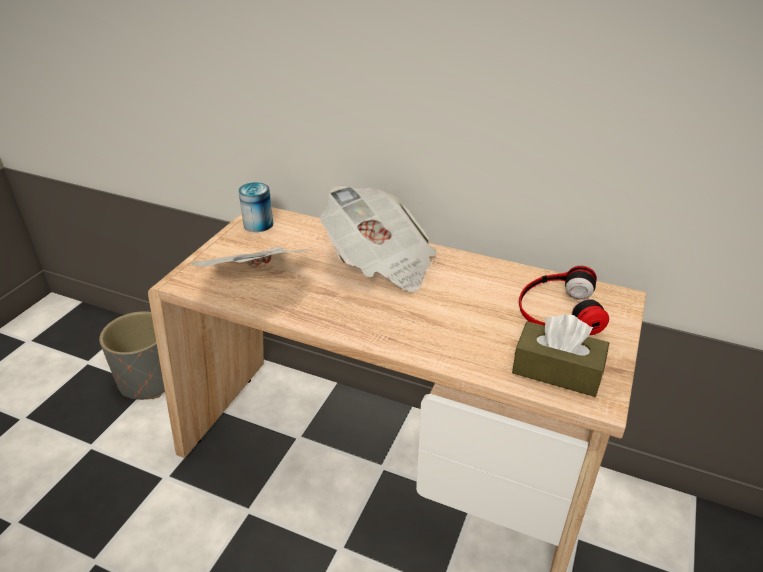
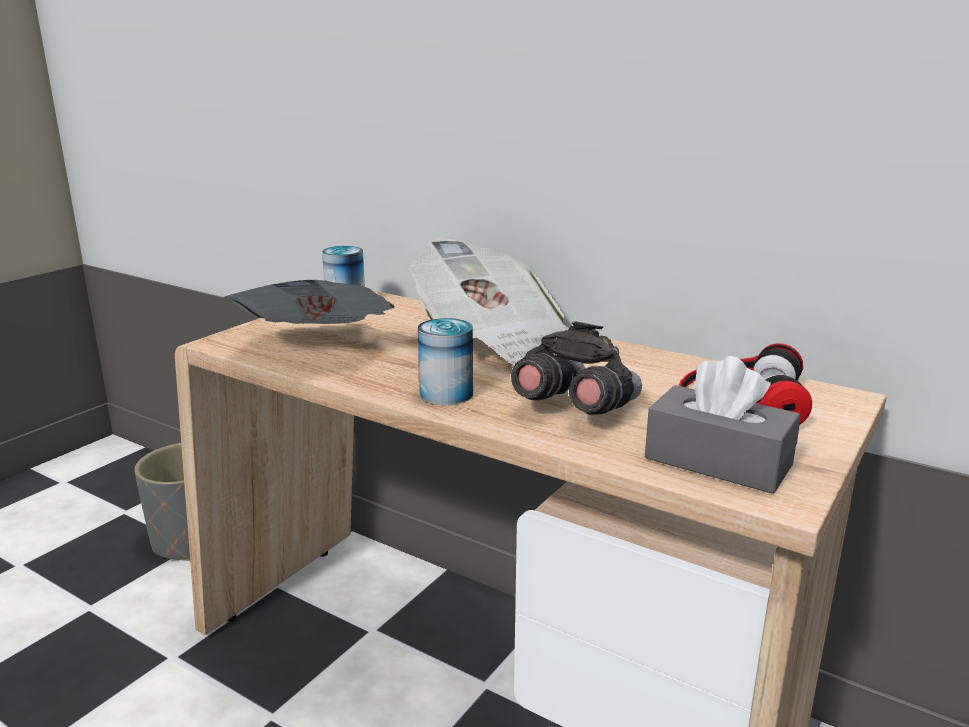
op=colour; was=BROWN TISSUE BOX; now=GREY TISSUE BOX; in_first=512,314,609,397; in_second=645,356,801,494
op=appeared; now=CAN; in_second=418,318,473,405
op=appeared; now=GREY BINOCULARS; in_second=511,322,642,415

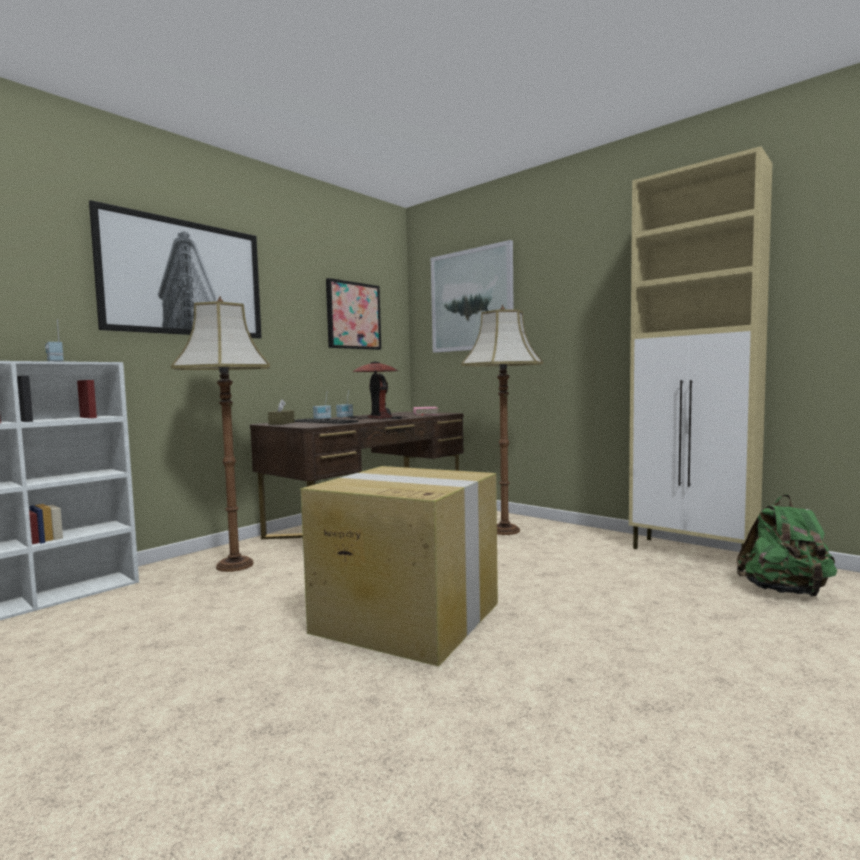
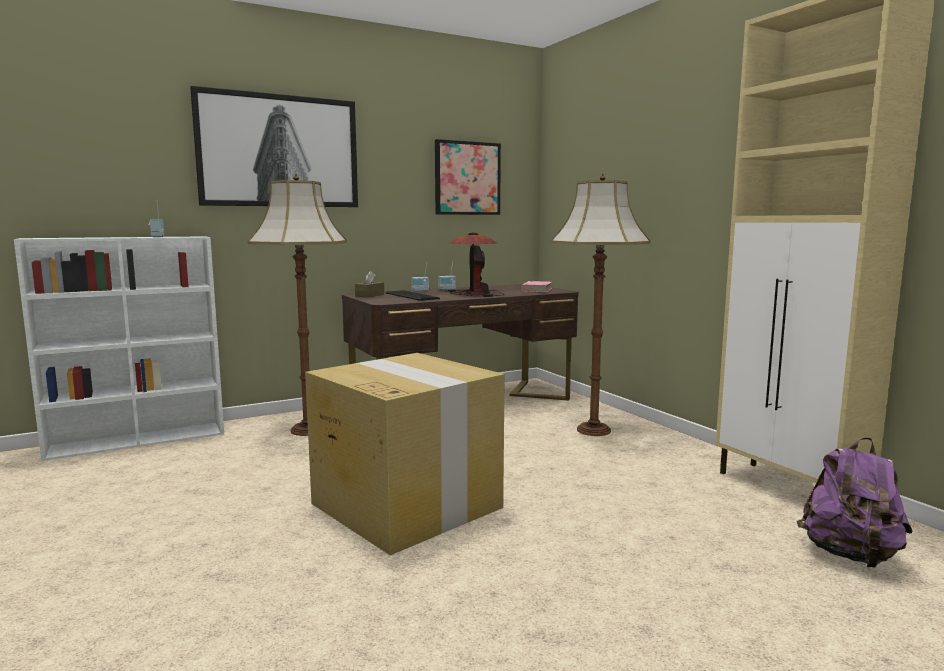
op=missing; was=PICTURE; in_first=431,240,514,353
op=colour; was=GREEN BACKPACK; now=PURPLE BACKPACK; in_first=737,494,837,597; in_second=797,437,913,568

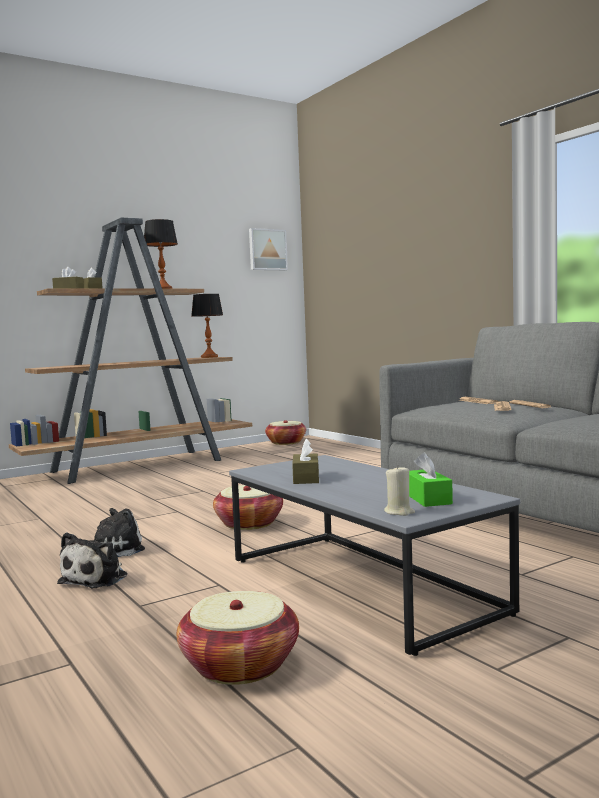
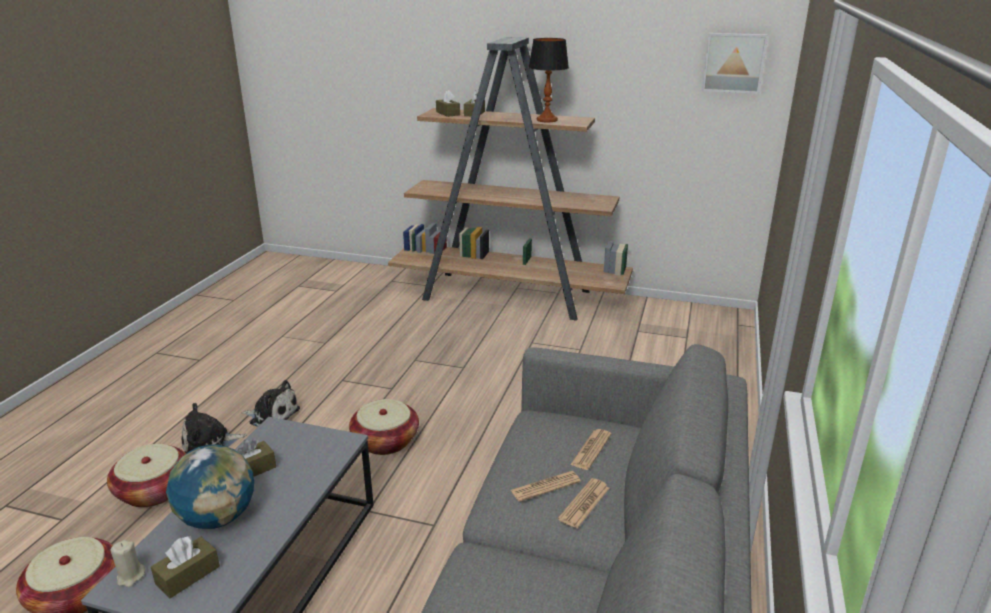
op=missing; was=TABLE LAMP; in_first=191,294,223,358
op=relocated; was=BASKET; in_first=265,420,306,445; in_second=107,444,186,507
op=colour; was=GREEN TISSUE BOX; now=BROWN TISSUE BOX; in_first=409,452,453,507; in_second=151,536,220,599
op=appeared; now=GLOBE; in_second=166,445,254,529

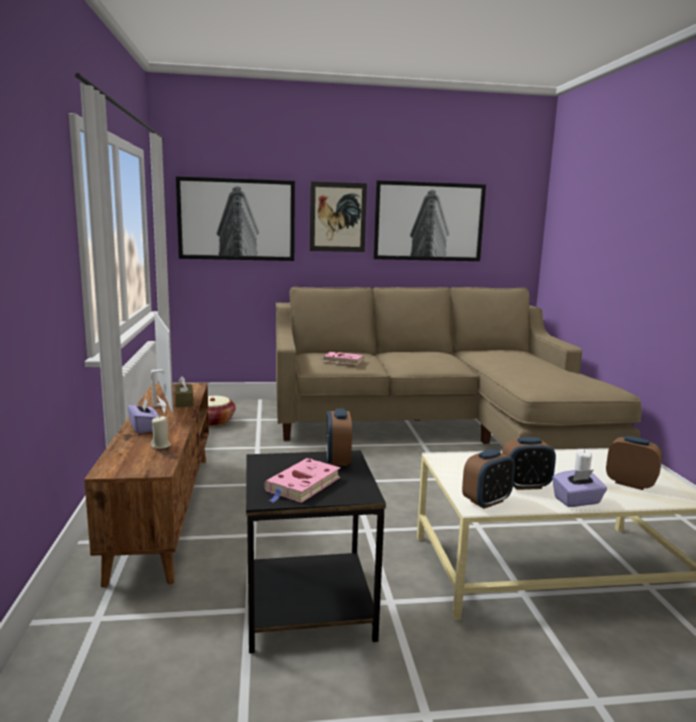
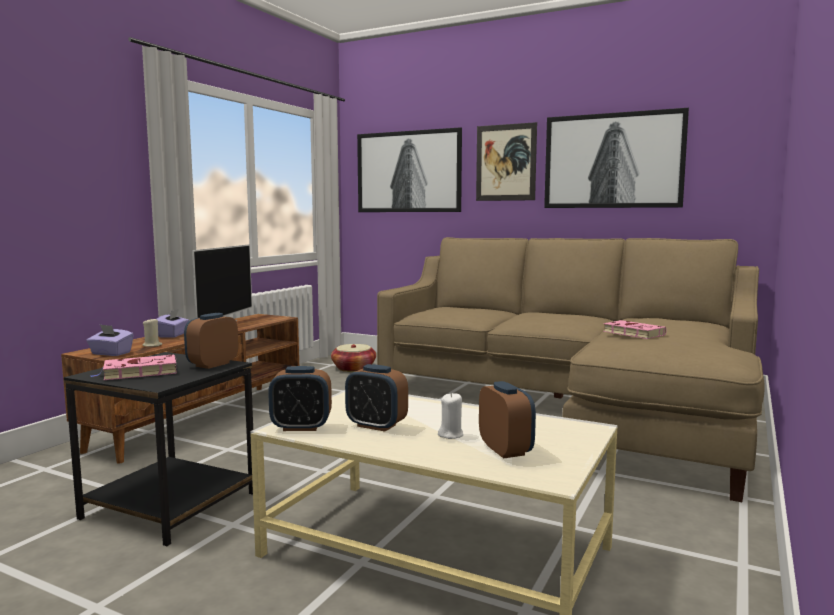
op=missing; was=BROWN TISSUE BOX; in_first=175,376,194,407
op=relocated; was=PINK BOOK; in_first=321,352,364,365; in_second=603,320,666,339
op=relocated; was=PURPLE TISSUE BOX; in_first=552,470,607,507; in_second=86,325,134,356

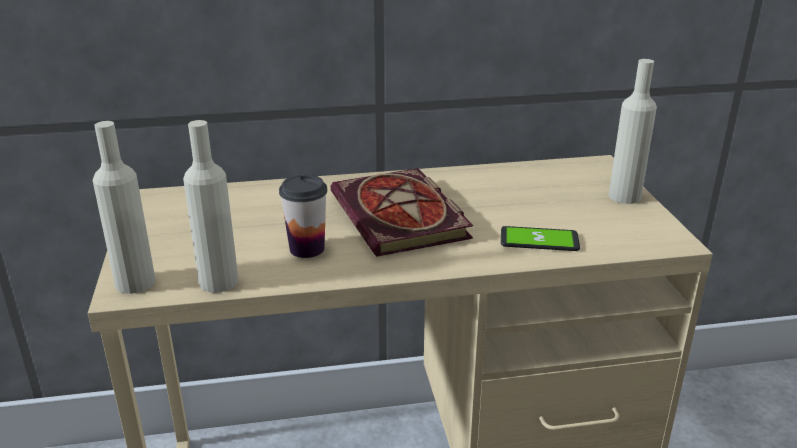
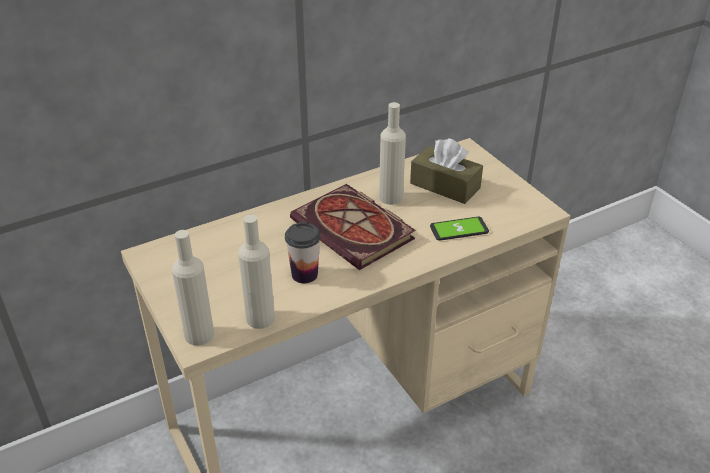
op=relocated; was=BEIGE BOTTLE; in_first=609,59,657,204; in_second=379,102,406,205
op=appeared; now=BROWN TISSUE BOX; in_second=410,138,483,204

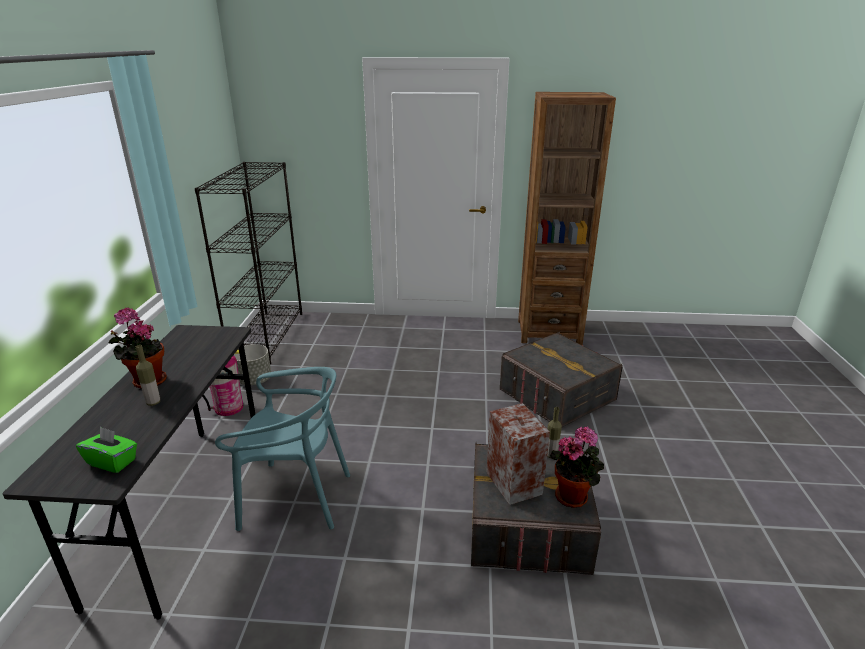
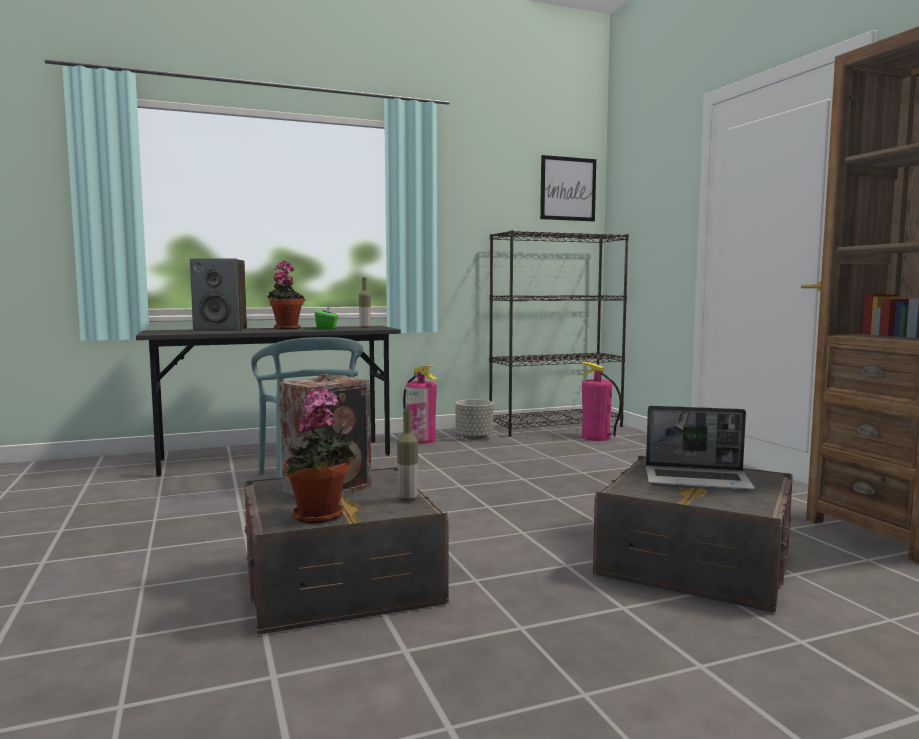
op=relocated; was=GREEN TISSUE BOX; in_first=76,427,137,473; in_second=315,304,338,329
op=relocated; was=BOTTLE; in_first=136,345,160,406; in_second=359,278,370,328
op=appeared; now=SPEAKER; in_second=190,258,247,331
op=appeared; now=PICTURE; in_second=540,155,596,221
op=appeared; now=FIRE EXTINGUISHER; in_second=579,362,622,441
op=appeared; now=LAPTOP; in_second=646,406,755,491

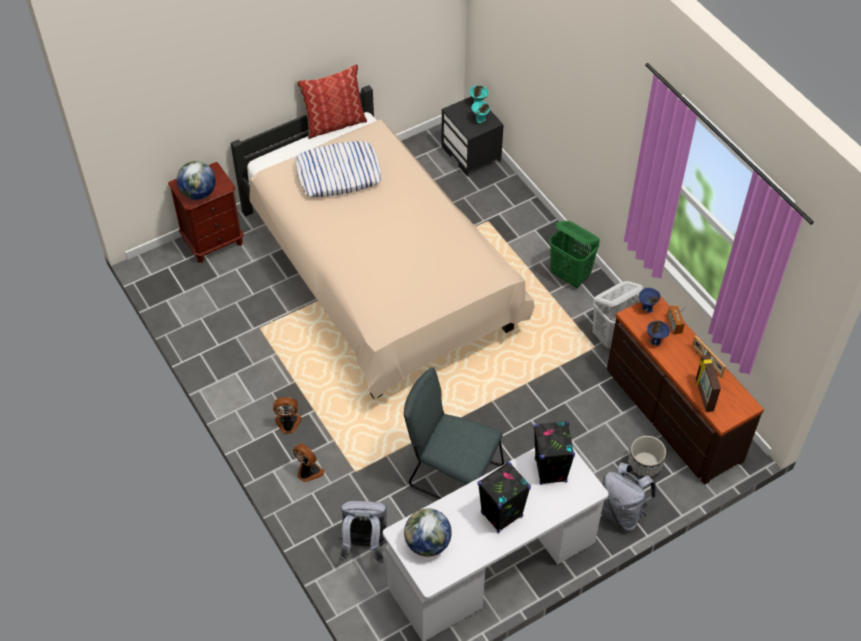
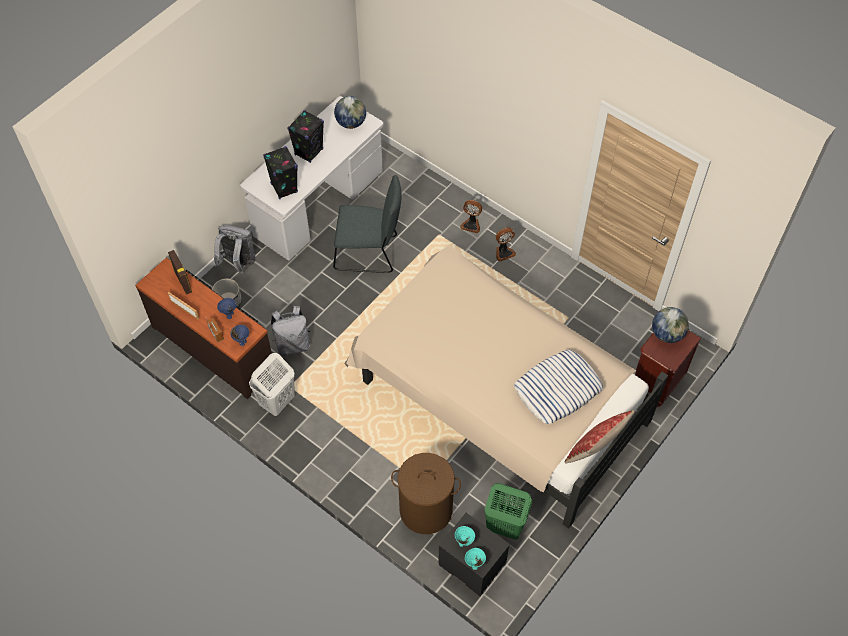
op=relocated; was=GREY BACKPACK; in_first=338,500,387,564; in_second=271,306,310,356
op=relocated; was=GREEN LAUNDRY BASKET; in_first=549,221,600,289; in_second=484,483,532,540
op=appeared; now=BROWN LAUNDRY BASKET; in_second=391,453,461,534

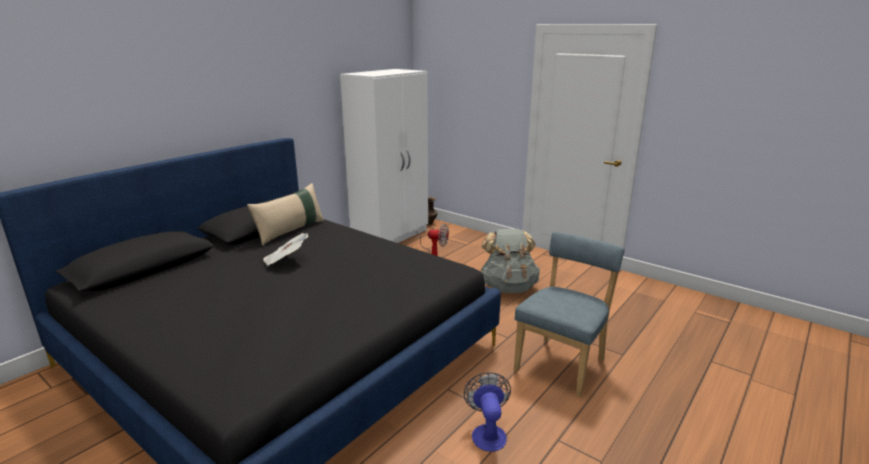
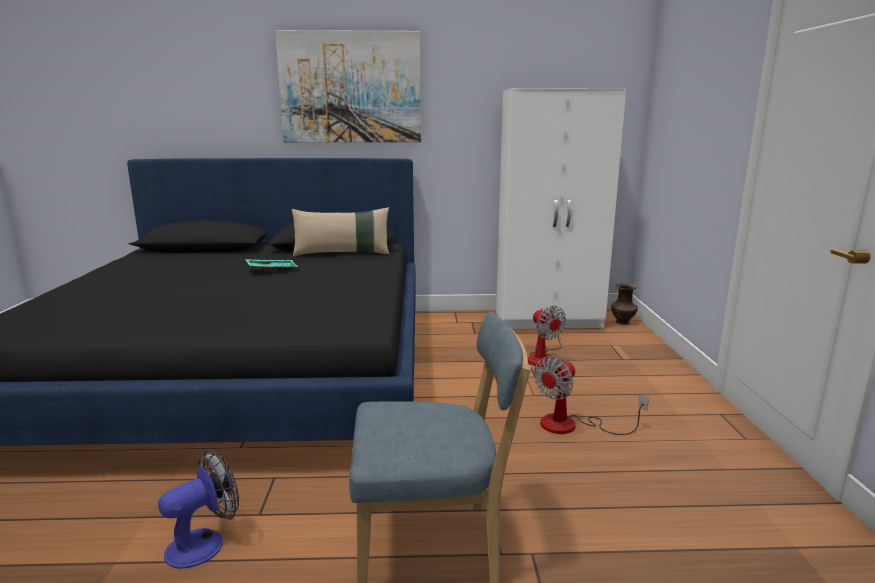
op=exchanged; was=NEWSPAPER; now=TURQUOISE TRAY; in_first=263,233,308,266; in_second=245,259,298,272
op=exchanged; was=GREY BACKPACK; now=FAN; in_first=480,229,540,293; in_second=534,356,649,435
op=appeared; now=PICTURE; in_second=275,30,421,142

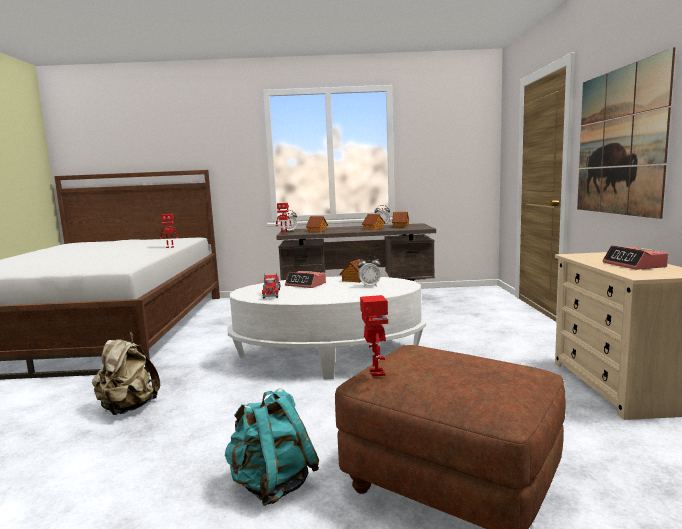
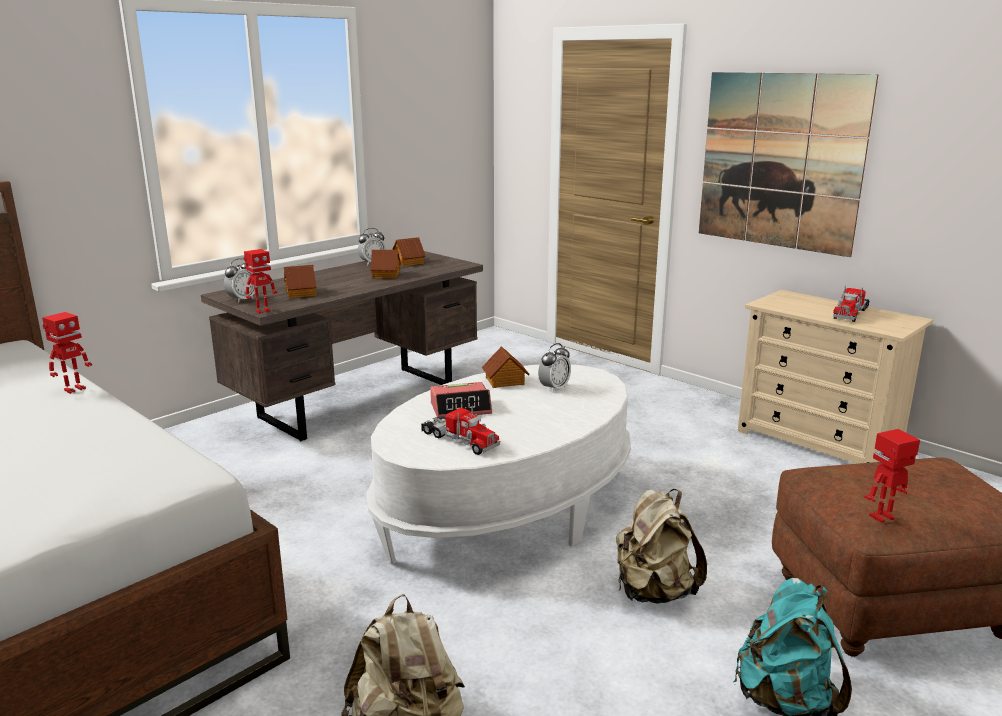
op=spun; was=TOY ROBOT; in_first=360,295,388,376; in_second=864,429,920,523; clockwise=-60
op=exchanged; was=ALARM CLOCK; now=TOY TRUCK; in_first=603,245,668,270; in_second=833,285,869,322
op=appeared; now=BEIGE BACKPACK; in_second=616,489,707,603

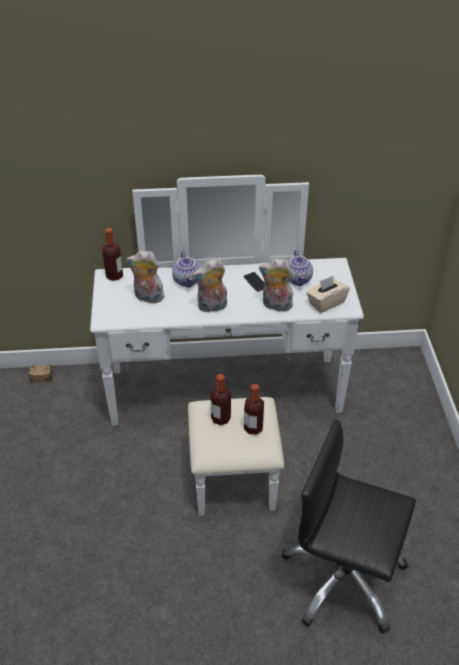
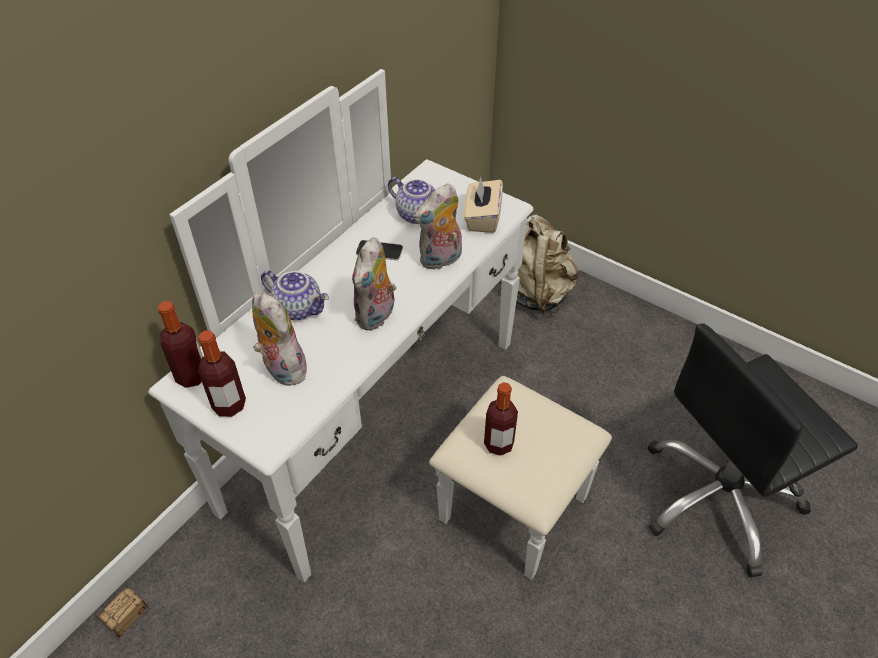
op=spun; was=PLUSH TOY; in_first=126,251,164,303; in_second=252,292,308,386; clockwise=90
op=relocated; was=BOTTLE; in_first=244,384,264,435; in_second=198,331,246,417
op=appeared; now=BEIGE BACKPACK; in_second=499,215,579,315

